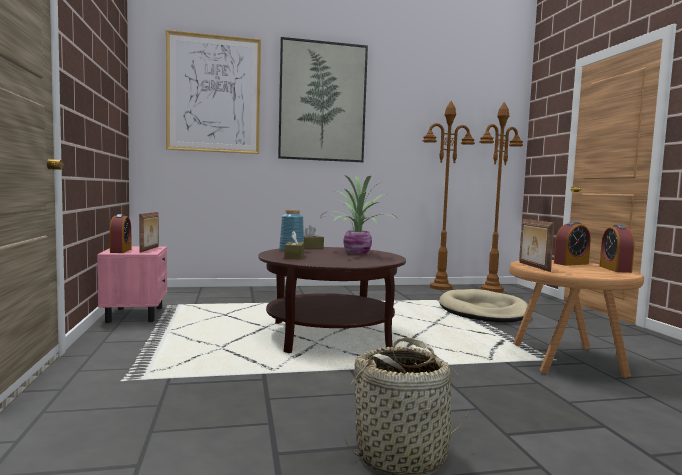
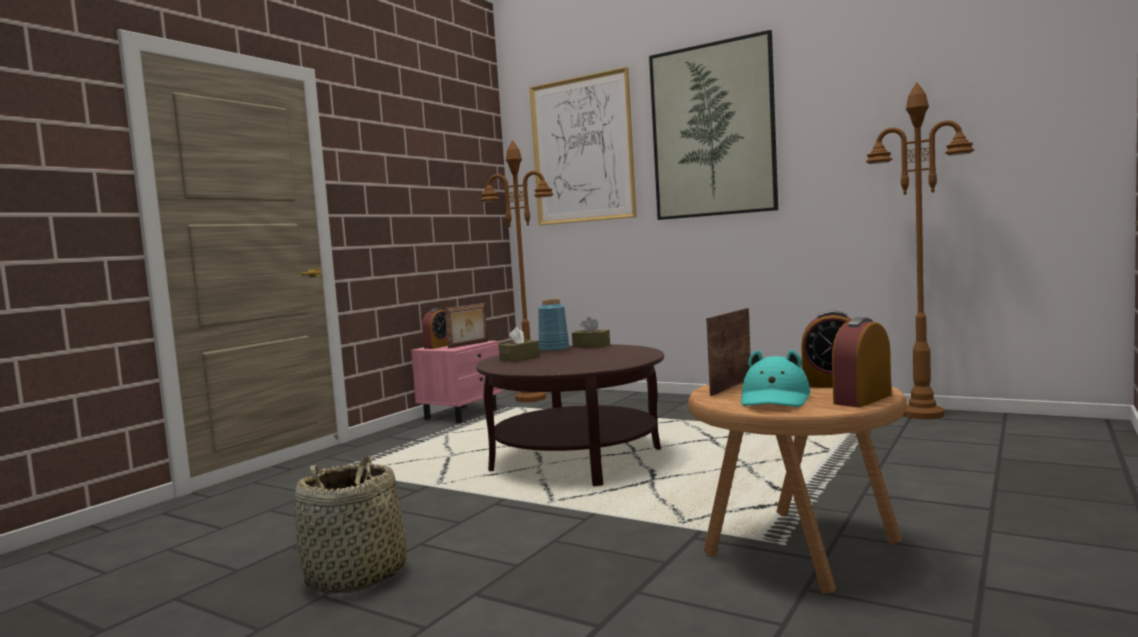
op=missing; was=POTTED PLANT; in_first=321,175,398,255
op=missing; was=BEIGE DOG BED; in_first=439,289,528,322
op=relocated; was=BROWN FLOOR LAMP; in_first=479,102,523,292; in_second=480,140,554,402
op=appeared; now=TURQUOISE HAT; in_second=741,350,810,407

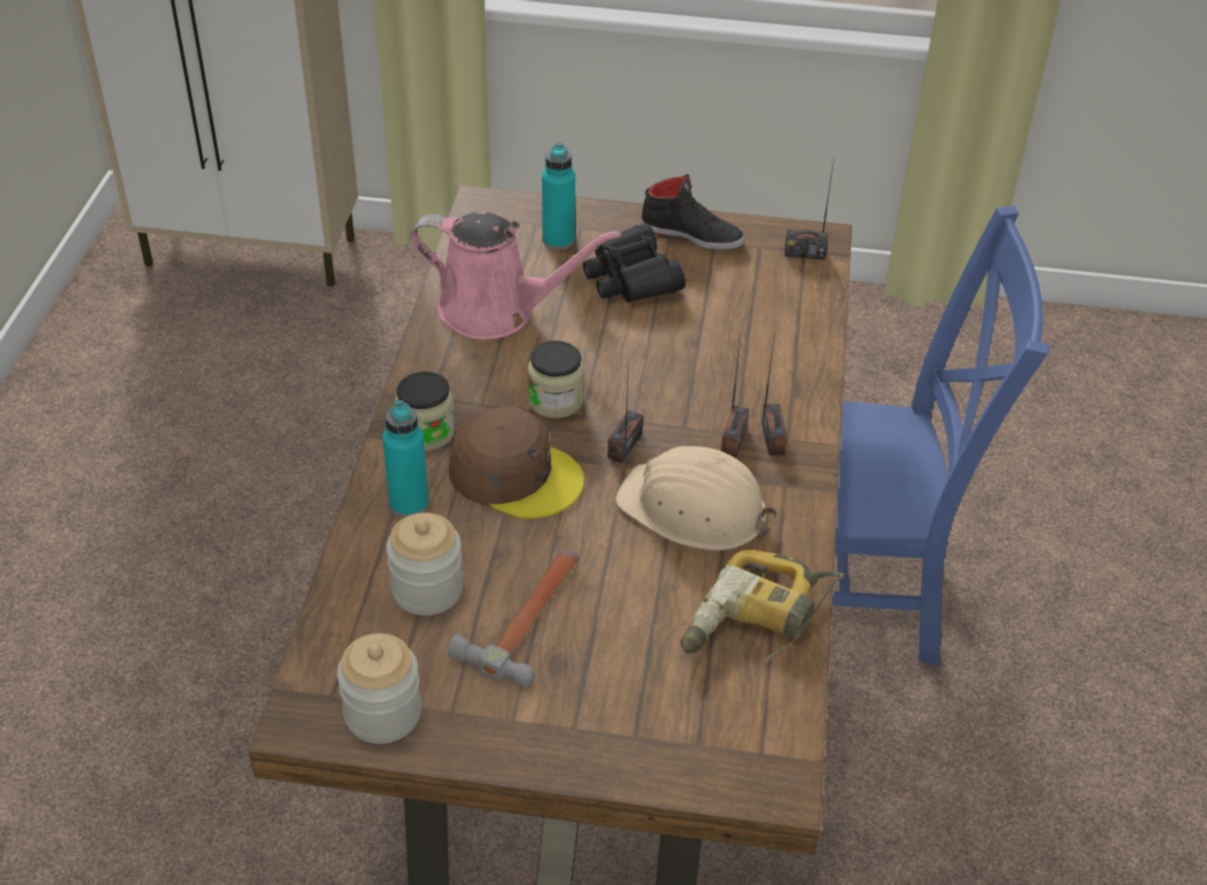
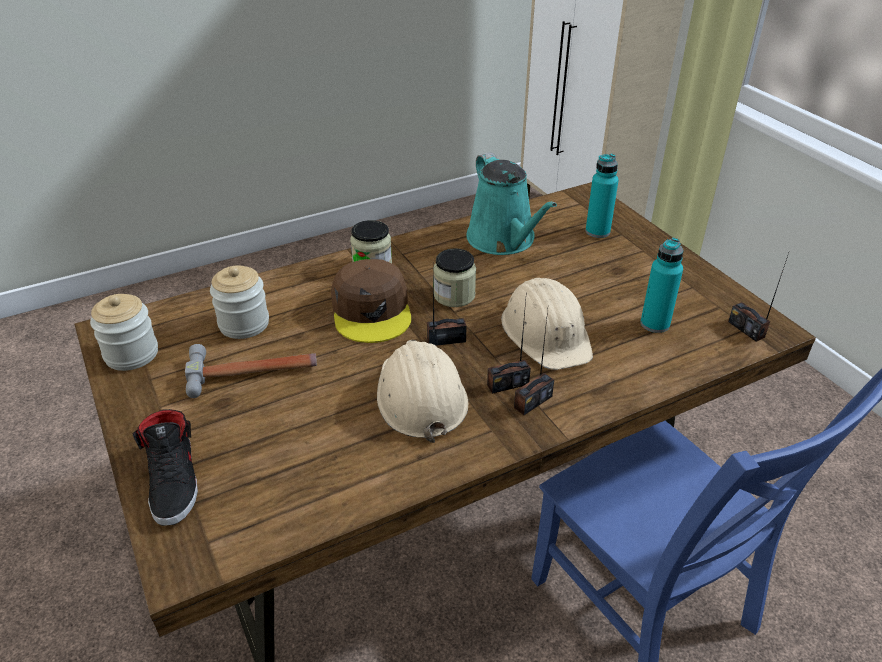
op=relocated; was=TURQUOISE BOTTLE; in_first=382,400,429,517; in_second=641,238,683,333
op=colour; was=PINK WATERING CAN; now=TURQUOISE WATERING CAN; in_first=410,212,621,340; in_second=466,152,557,255
op=missing; was=BLACK BINOCULARS; in_first=583,224,686,303
op=relocated; was=BLACK SHOE; in_first=640,174,744,250; in_second=133,409,198,526
op=missing; was=POWER DRILL; in_first=680,550,845,663
op=appeared; now=BEIGE HARD HAT; in_second=501,278,593,370

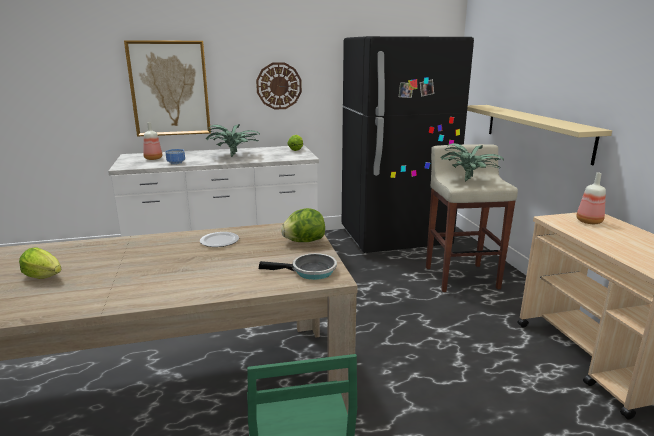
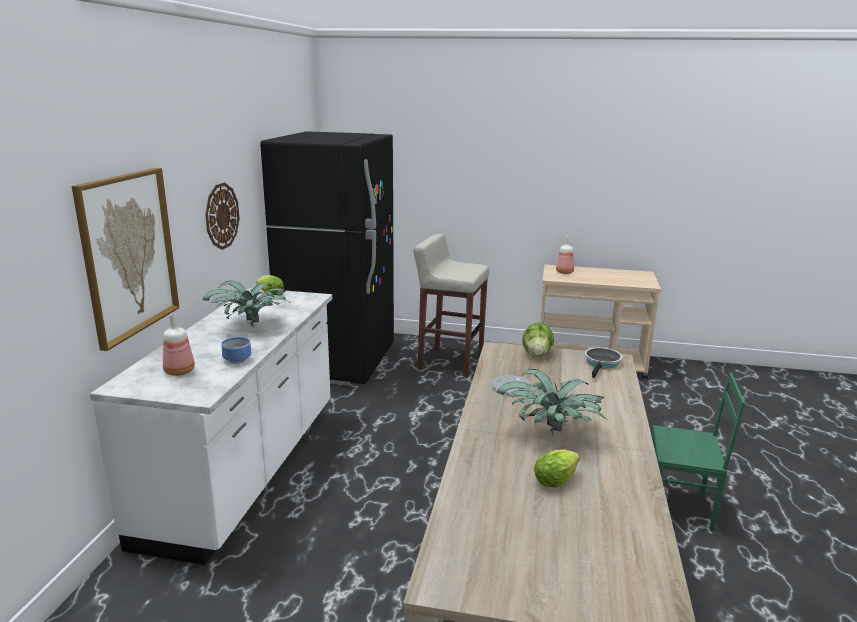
op=relocated; was=POTTED PLANT; in_first=440,143,504,182; in_second=497,369,606,436
op=missing; was=BEIGE SHELF; in_first=467,105,612,165

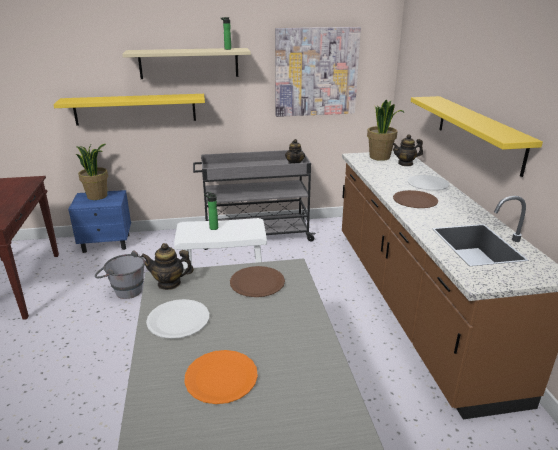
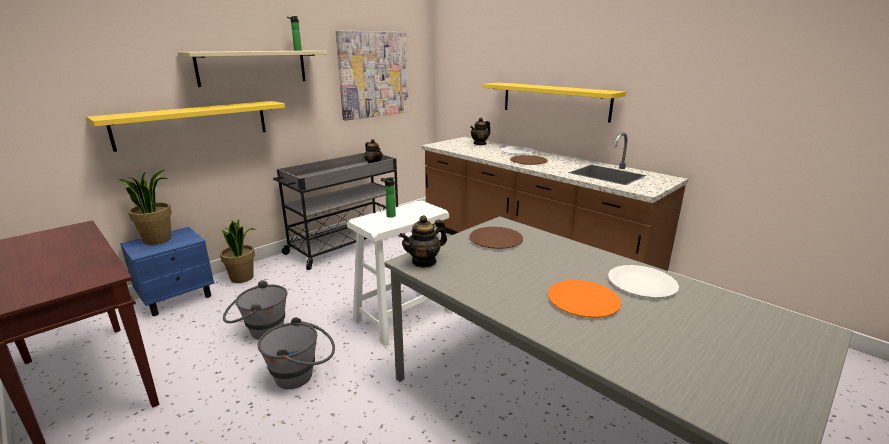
op=relocated; was=WHITE PLATE; in_first=146,299,209,339; in_second=608,265,679,298
op=relocated; was=POTTED PLANT; in_first=367,100,405,161; in_second=220,219,256,283
op=appeared; now=GREY BUCKET; in_second=258,317,335,389

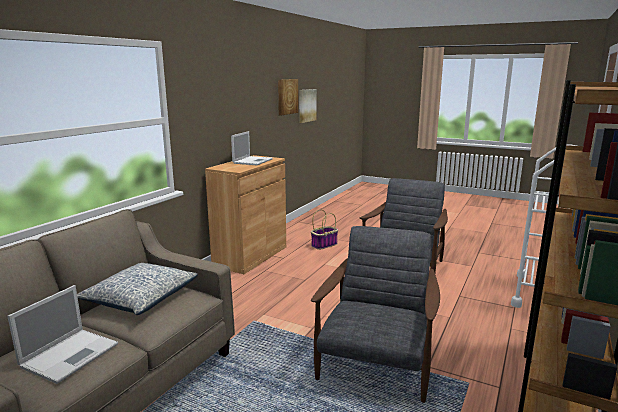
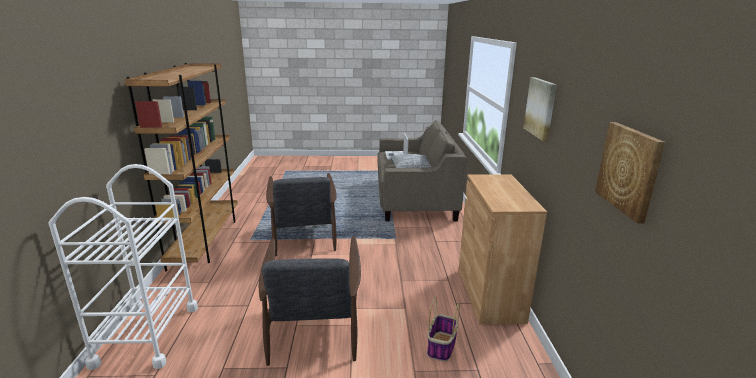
op=missing; was=LAPTOP; in_first=231,131,273,165
op=relocated; was=PICTURE; in_first=299,89,317,123; in_second=523,77,557,141

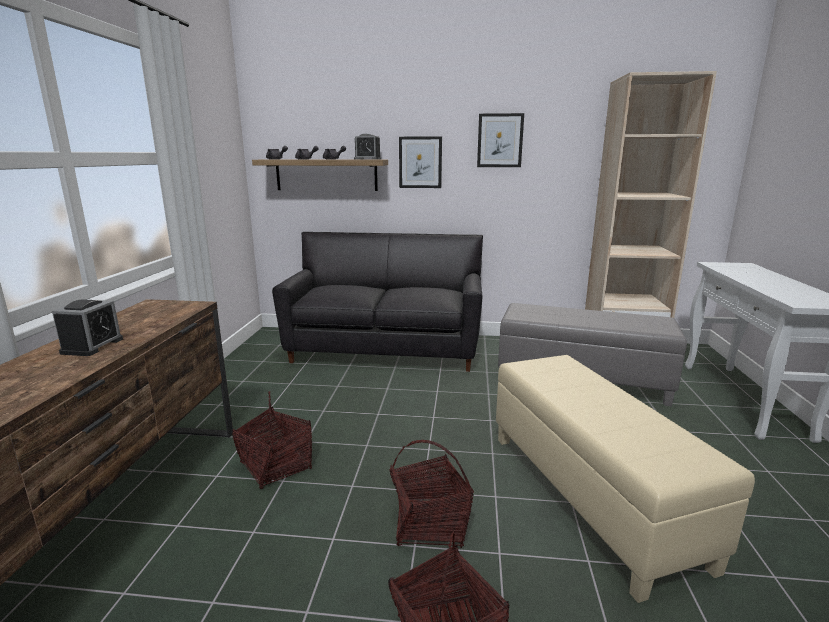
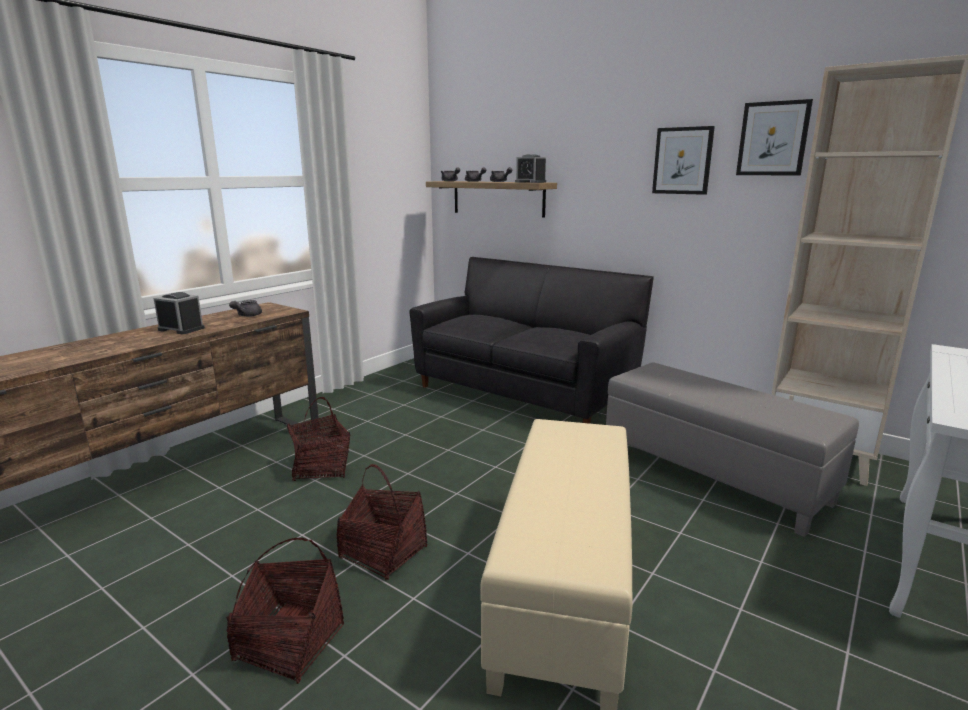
op=spun; was=ALARM CLOCK; in_first=52,299,123,356; in_second=154,292,205,334; clockwise=-105
op=relocated; was=PICTURE; in_first=399,136,442,188; in_second=736,99,813,176
op=appeared; now=GREY TEAPOT; in_second=229,300,262,317

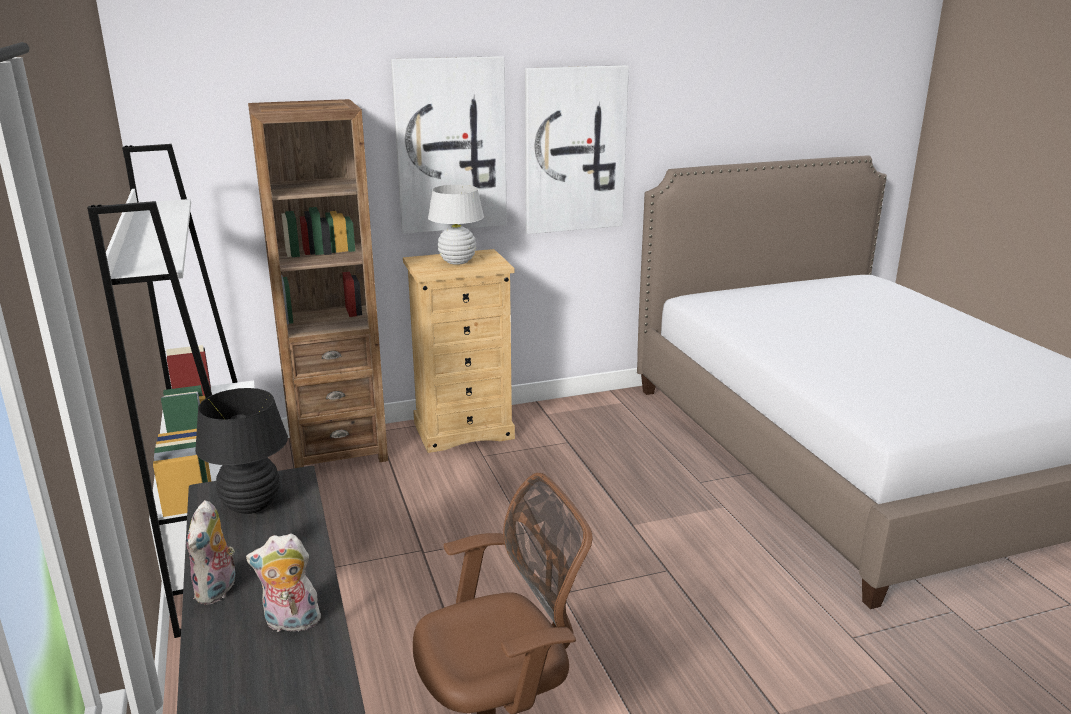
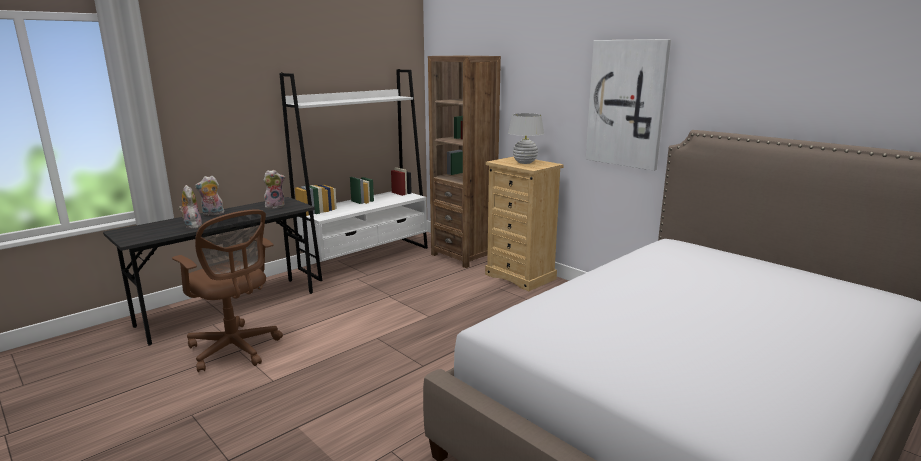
op=exchanged; was=BLACK TABLE LAMP; now=PLUSH TOY; in_first=195,388,288,514; in_second=263,170,285,208
op=missing; was=PICTURE; in_first=391,56,507,234

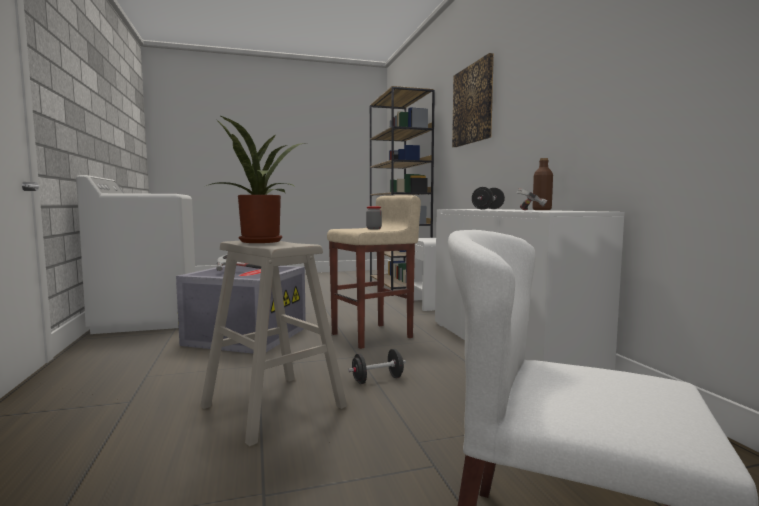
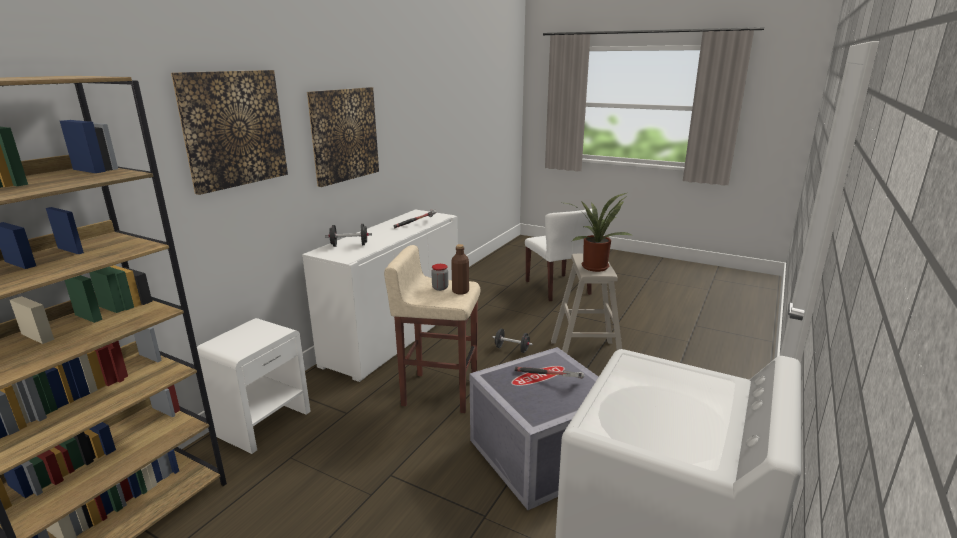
op=relocated; was=BROWN BOTTLE; in_first=532,158,553,210; in_second=451,244,469,295
op=appeared; now=PICTURE; in_second=307,87,379,187

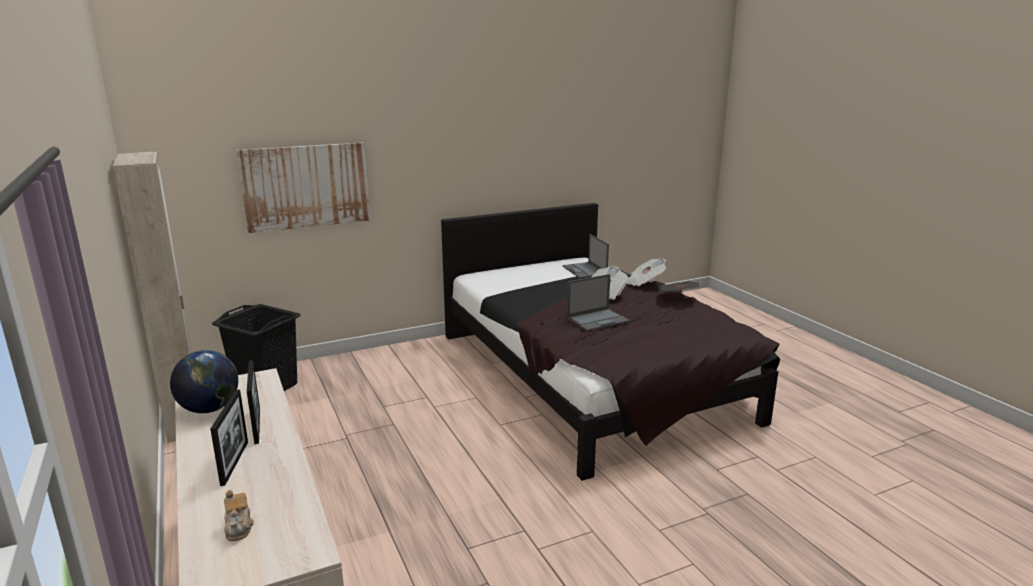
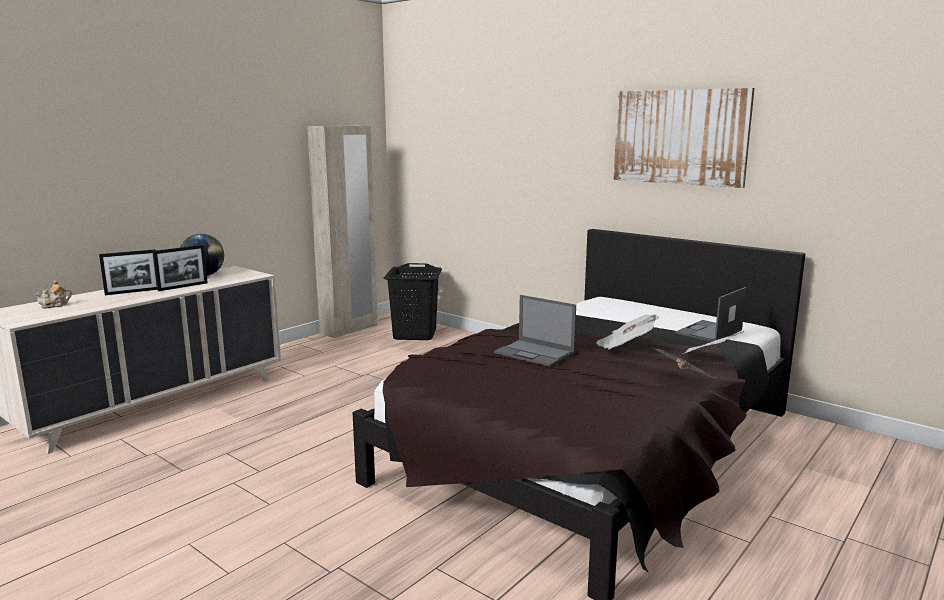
op=relocated; was=PICTURE; in_first=237,142,370,233; in_second=614,88,755,188

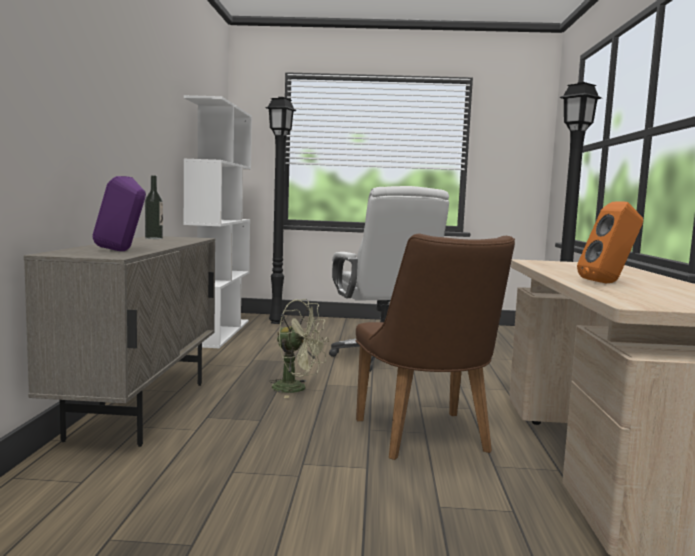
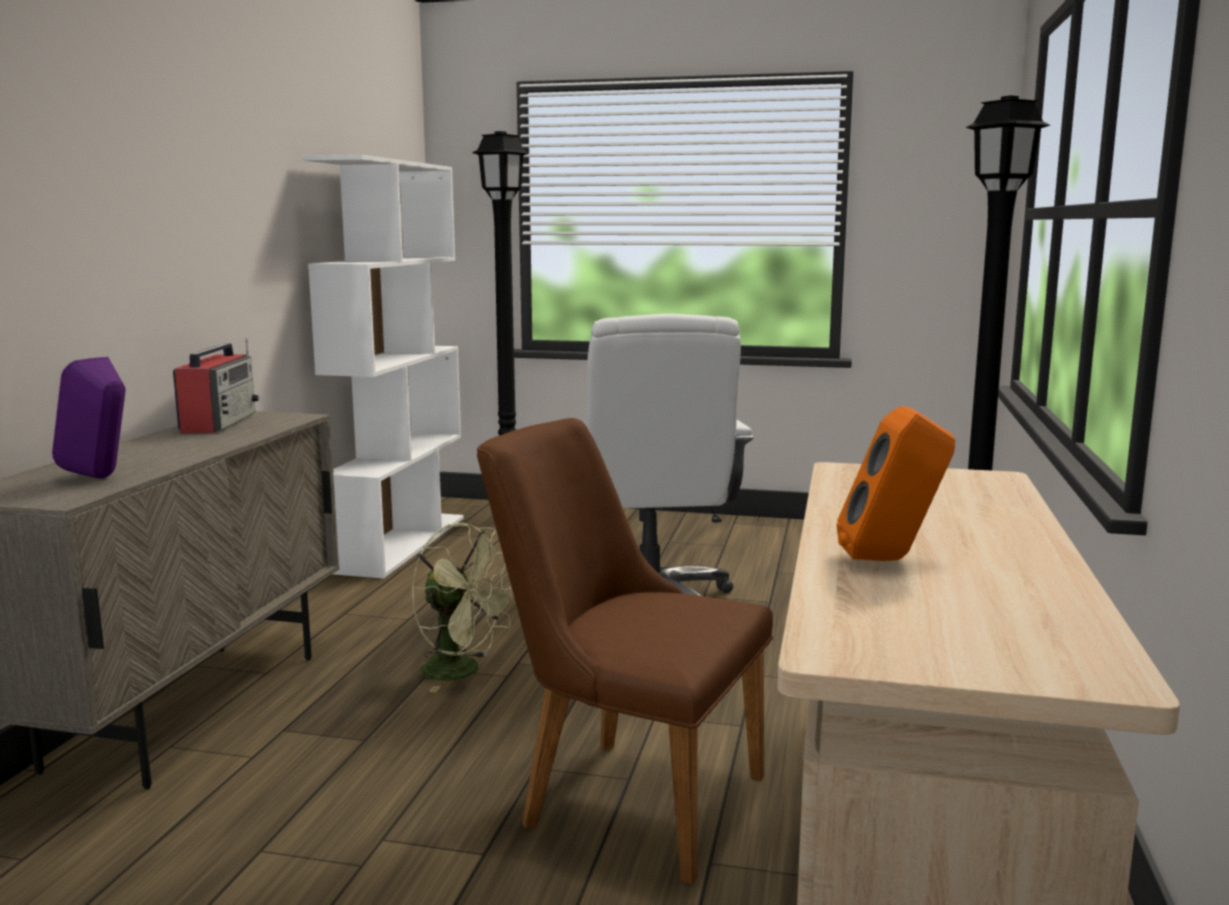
op=exchanged; was=BOTTLE; now=RADIO; in_first=145,175,163,239; in_second=173,338,259,433
op=spun; was=BROWN CHAIR; in_first=356,233,515,460; in_second=477,418,773,885; clockwise=120

